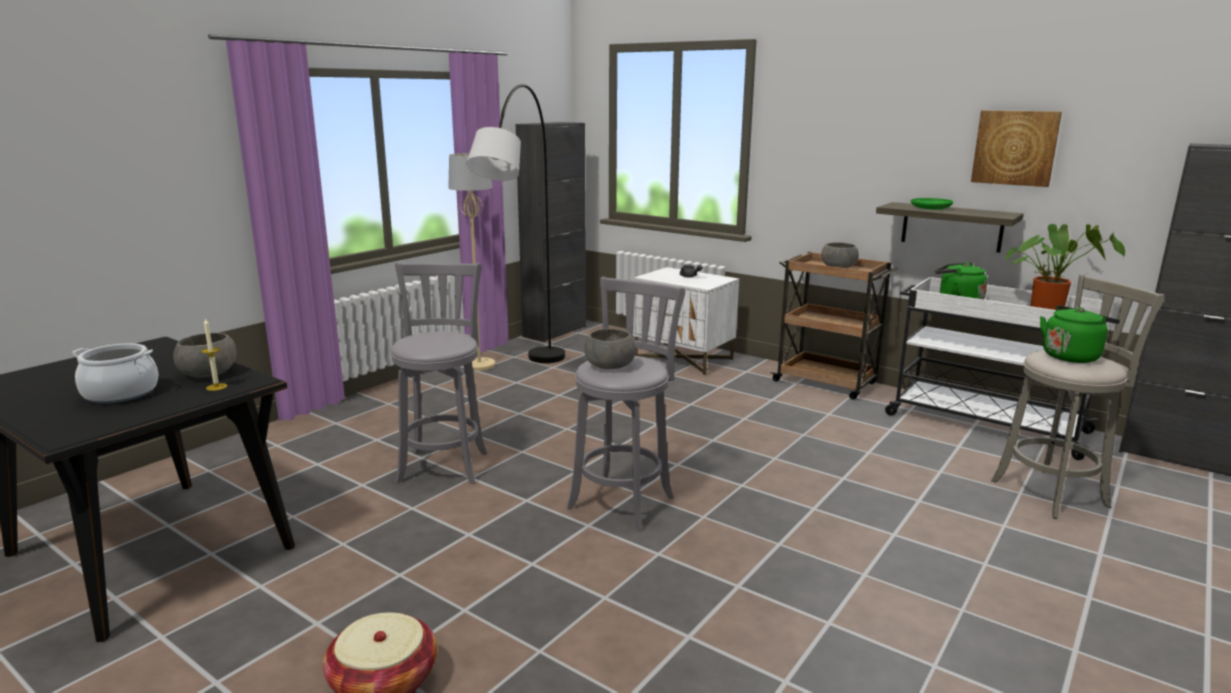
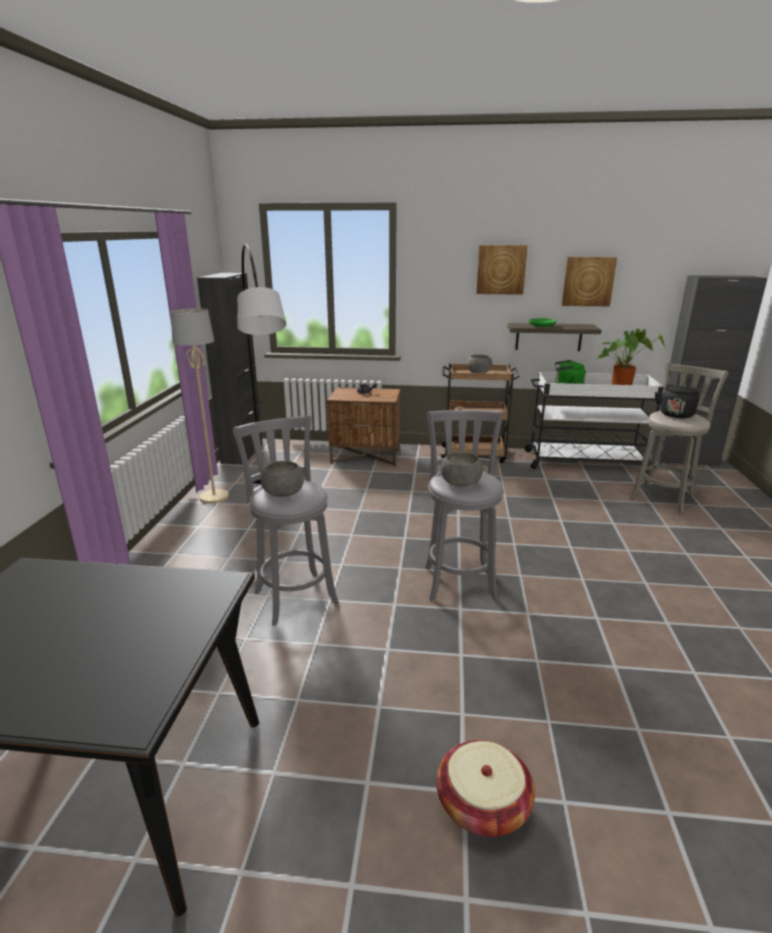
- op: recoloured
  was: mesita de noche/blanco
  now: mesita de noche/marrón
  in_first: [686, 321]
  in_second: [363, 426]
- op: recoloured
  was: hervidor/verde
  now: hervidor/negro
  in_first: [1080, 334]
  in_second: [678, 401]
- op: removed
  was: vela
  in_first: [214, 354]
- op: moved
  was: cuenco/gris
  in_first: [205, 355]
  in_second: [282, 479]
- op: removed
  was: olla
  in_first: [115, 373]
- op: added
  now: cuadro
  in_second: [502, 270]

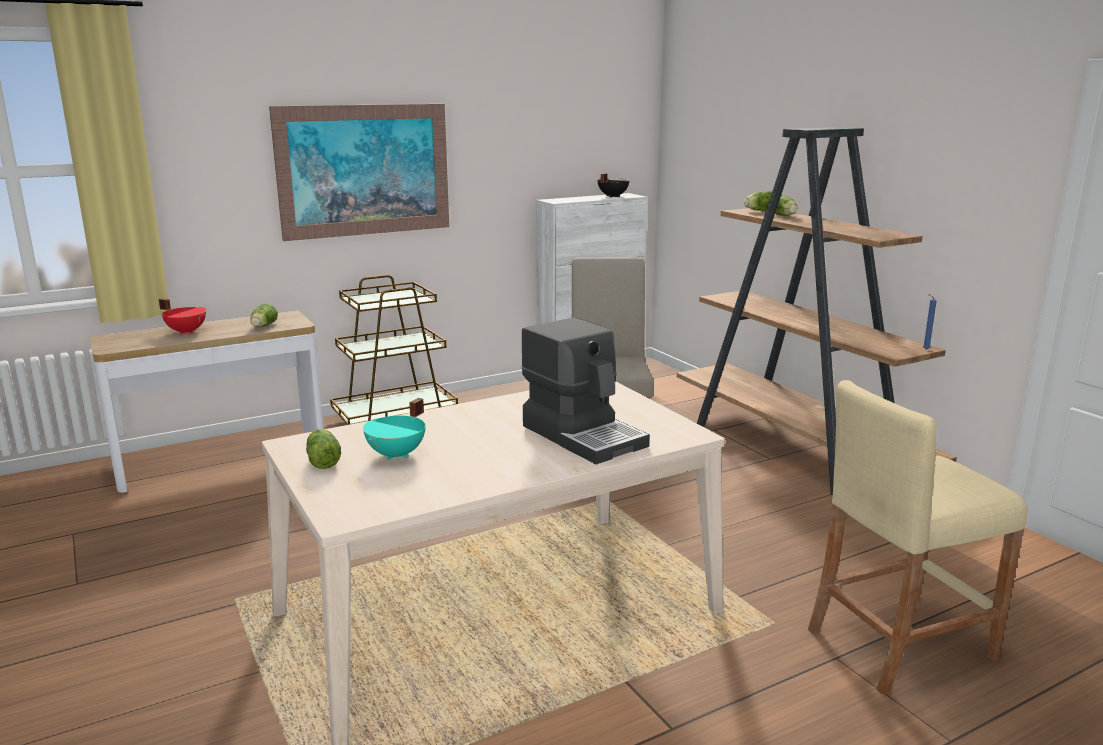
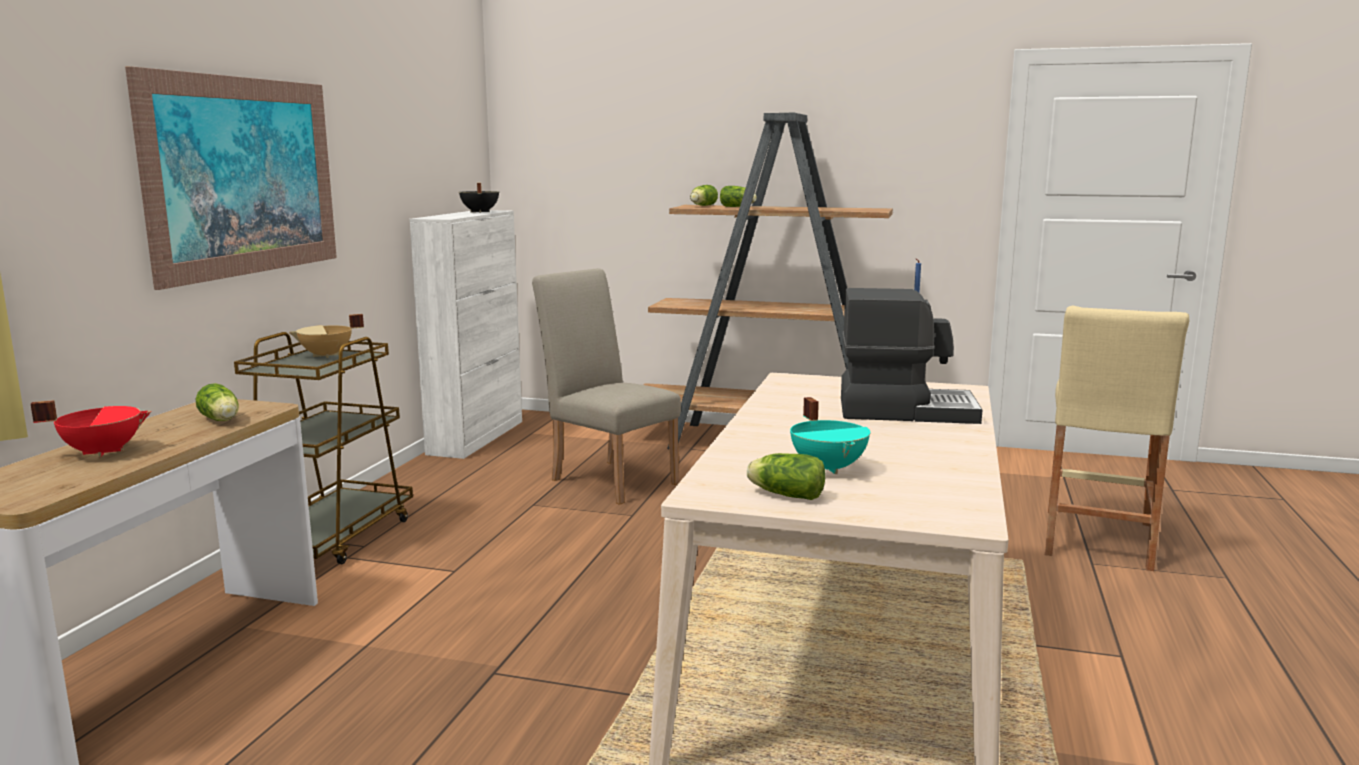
- op: added
  now: olla/beis
  in_second: [326, 336]

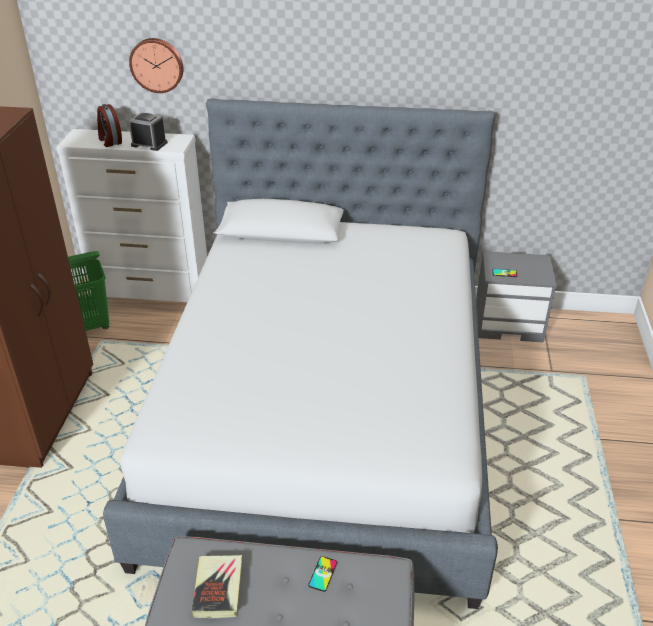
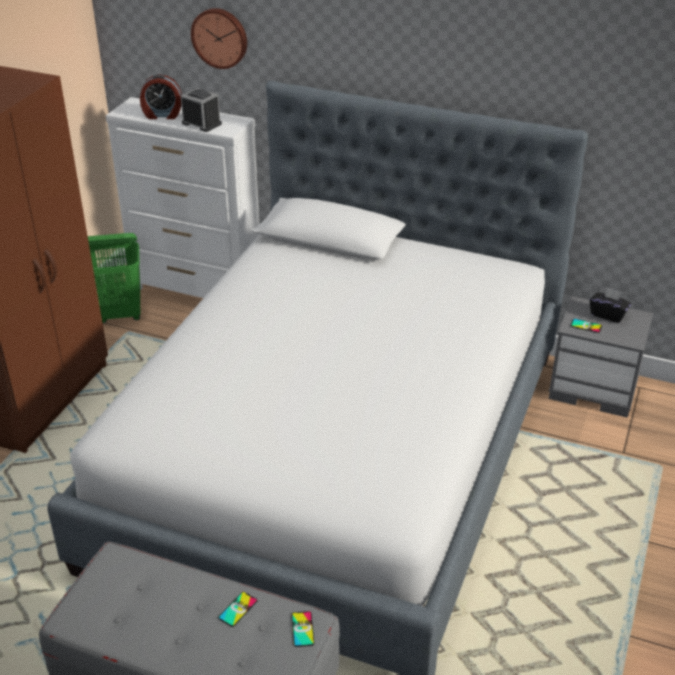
- op: turned
  was: despertador
  in_first: [109, 125]
  in_second: [161, 97]
  clockwise: -75
- op: removed
  was: libro
  in_first: [216, 586]
- op: added
  now: caja de pañuelos/negro
  in_second: [610, 305]
- op: added
  now: móvil
  in_second: [302, 629]

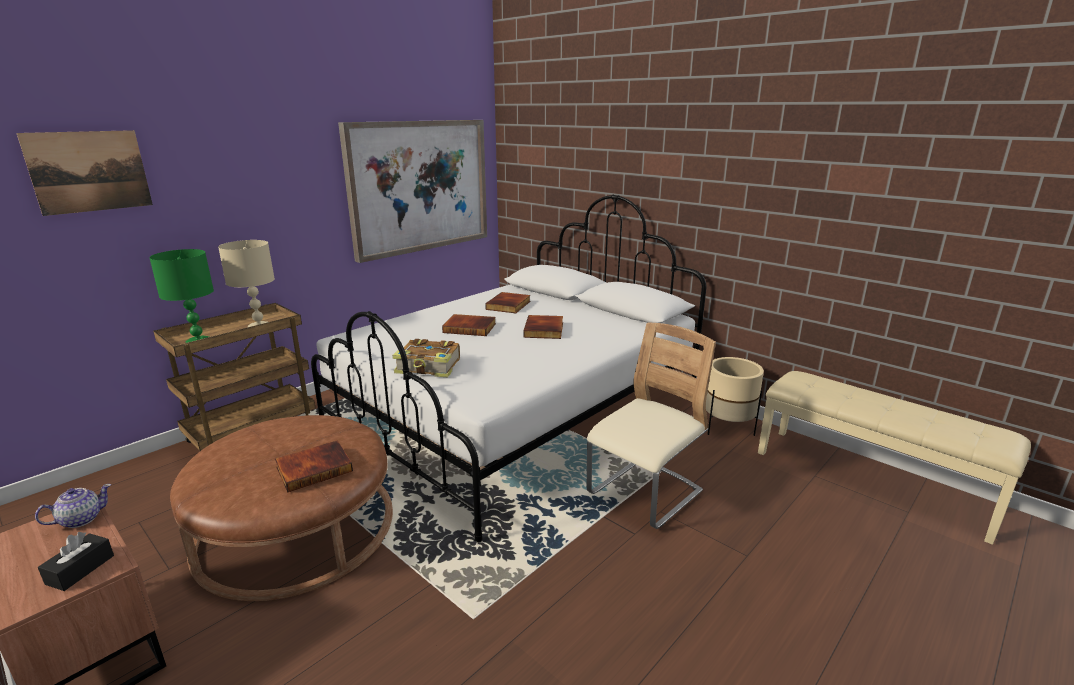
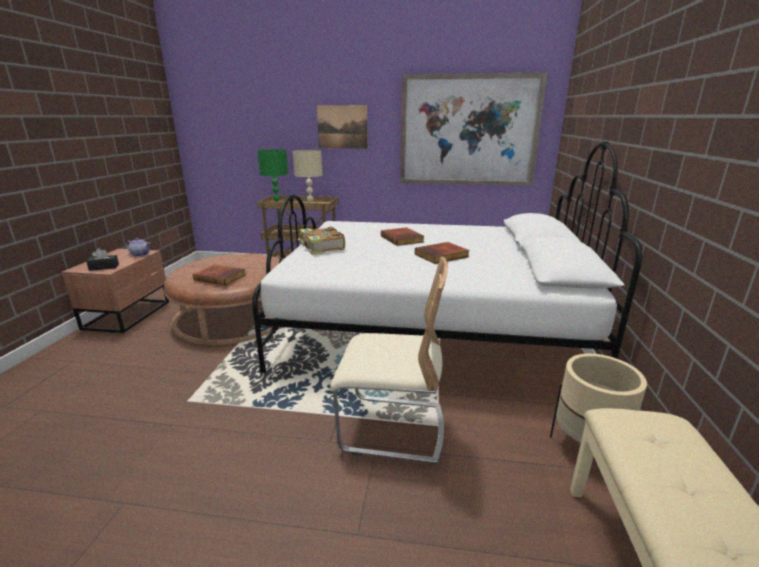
- op: moved
  was: cuadro
  in_first: [84, 173]
  in_second: [342, 127]
- op: removed
  was: libro
  in_first: [508, 302]

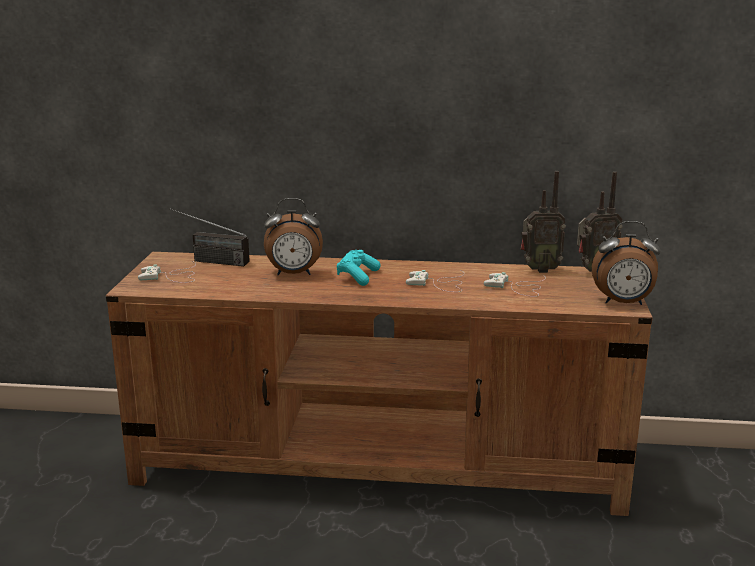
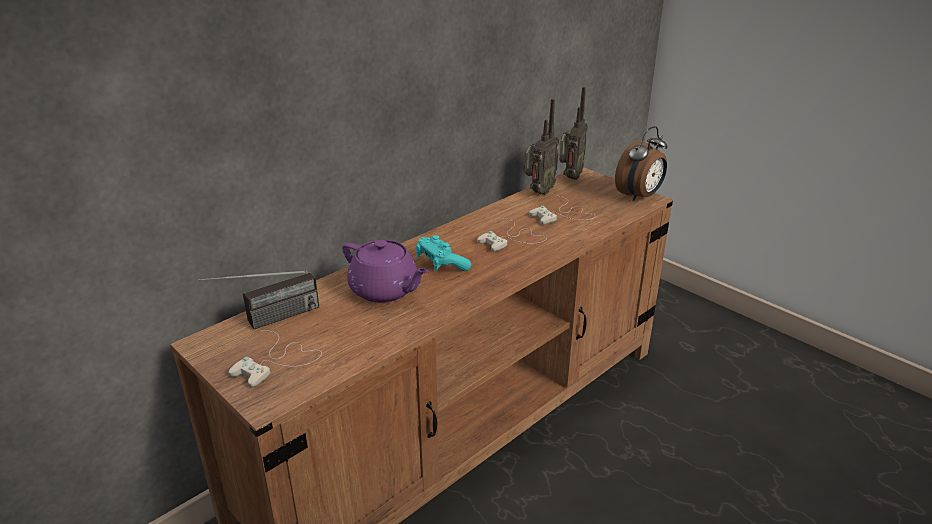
- op: replaced
  was: despertador
  now: tetera/morado
  in_first: [293, 236]
  in_second: [385, 271]

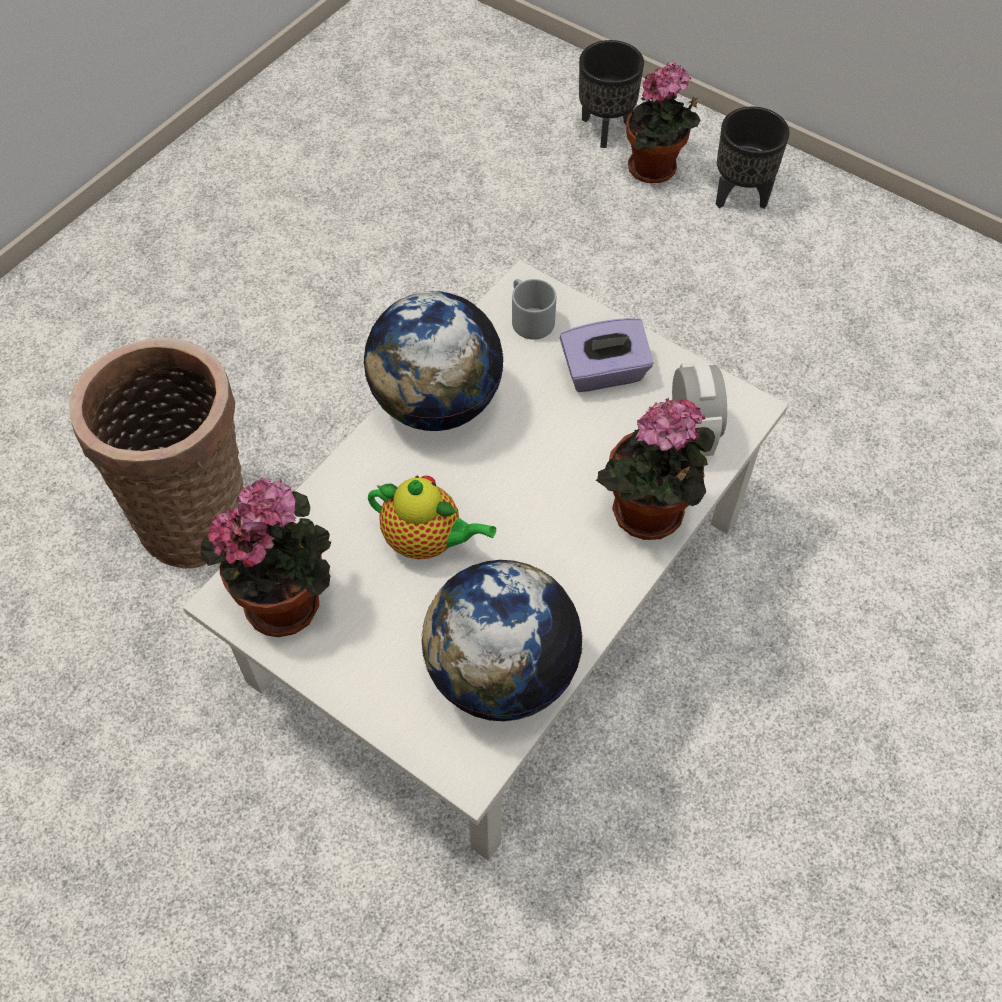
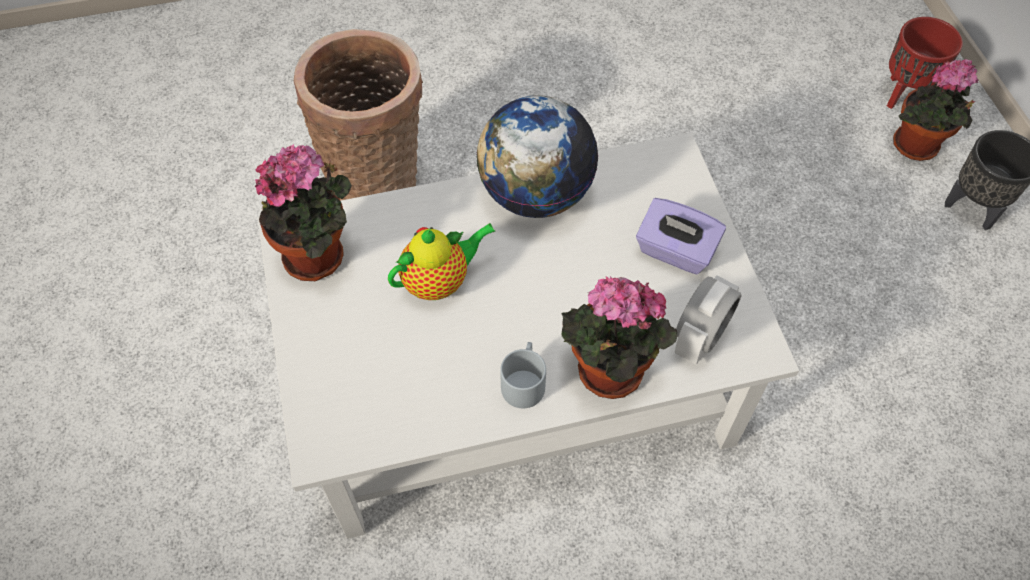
- op: recoloured
  was: maceta/negro
  now: maceta/rojo
  in_first: [611, 94]
  in_second: [925, 63]
- op: moved
  was: taza grande/gris
  in_first: [534, 309]
  in_second: [523, 375]
- op: turned
  was: tetera
  in_first: [432, 517]
  in_second: [441, 261]
  clockwise: -90
- op: removed
  was: globo terráqueo
  in_first: [502, 640]

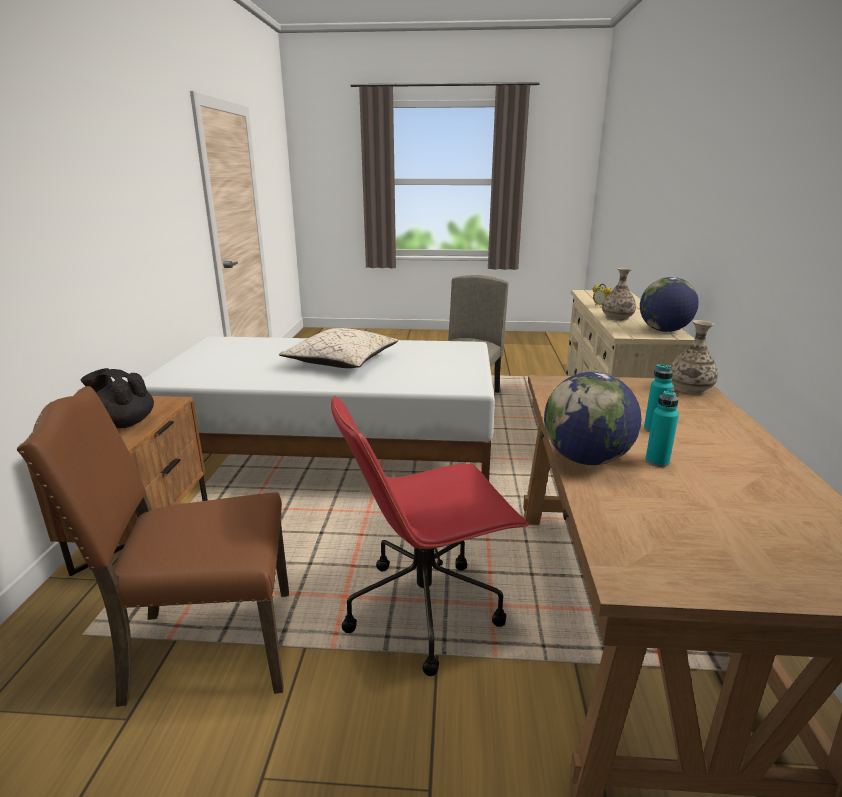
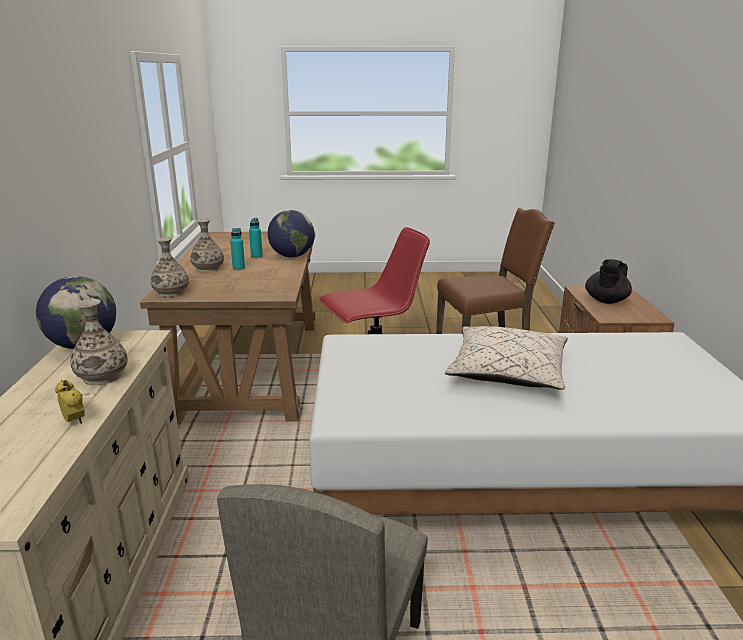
- op: turned
  was: tetera/negro
  in_first: [117, 398]
  in_second: [608, 281]
  clockwise: 105
- op: added
  now: florero
  in_second: [207, 245]

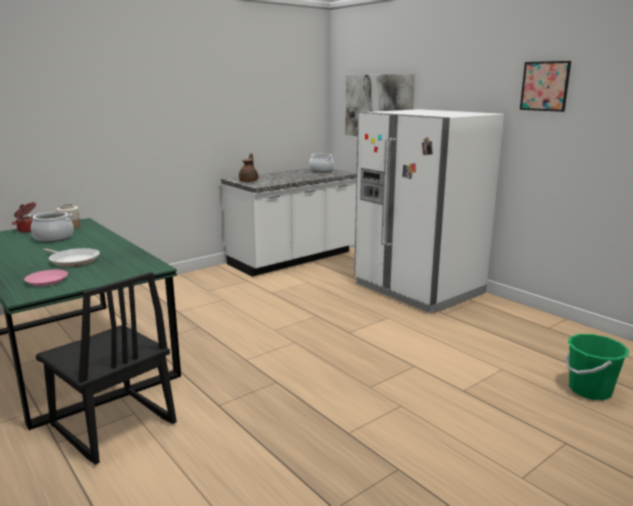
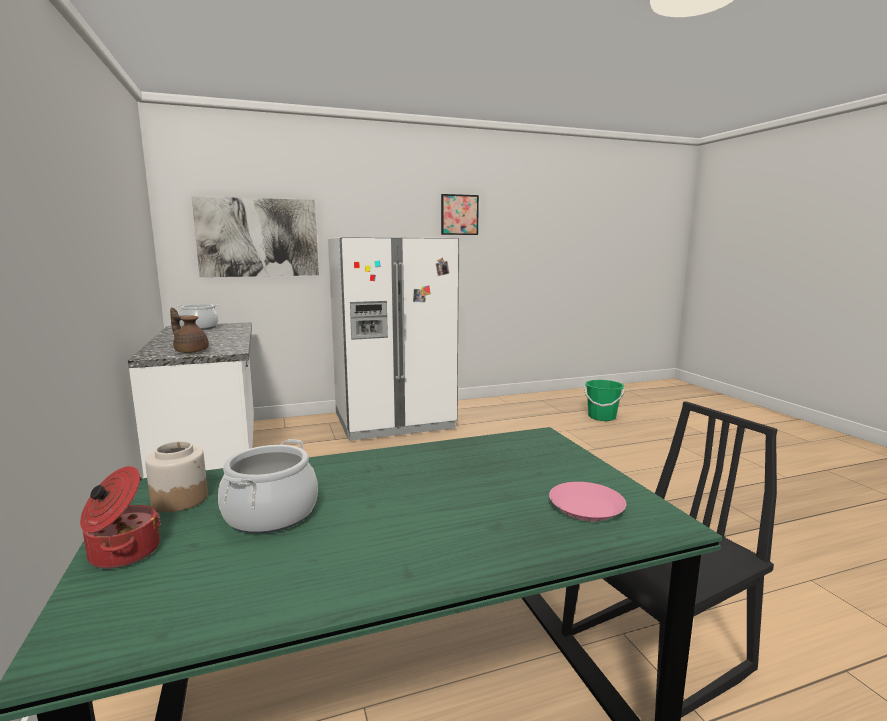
- op: removed
  was: sartén
  in_first: [71, 257]

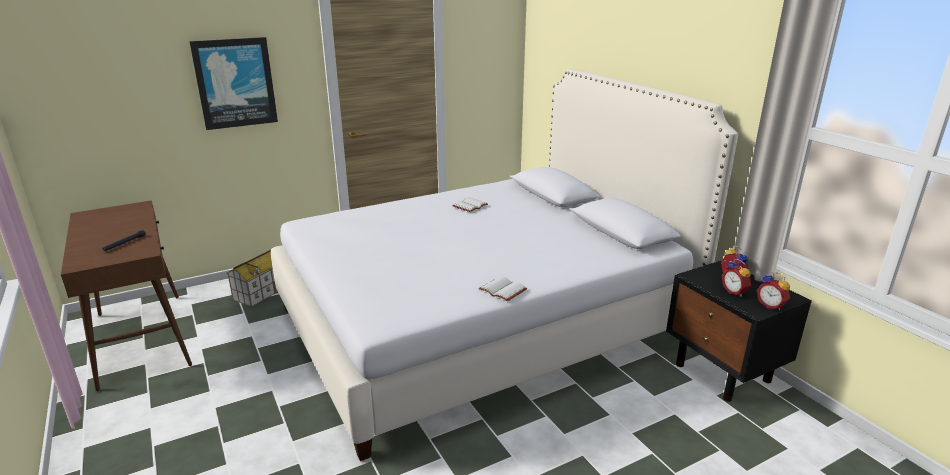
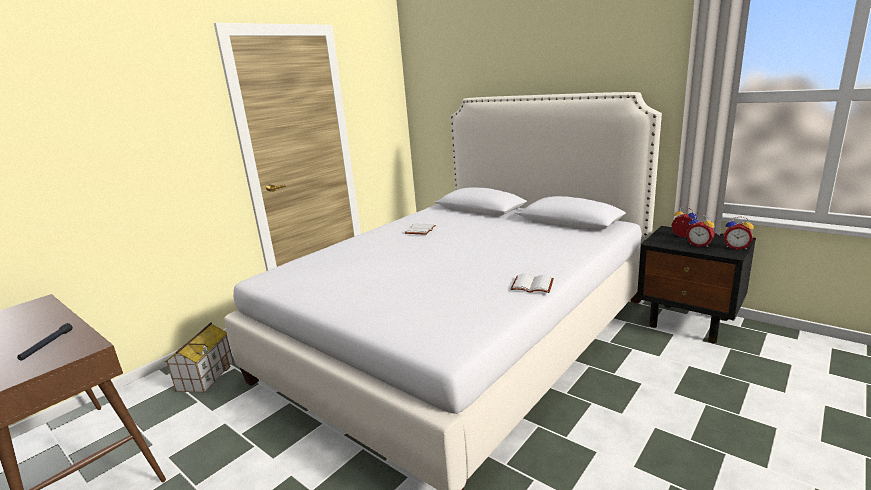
- op: removed
  was: cuadro
  in_first: [233, 83]

